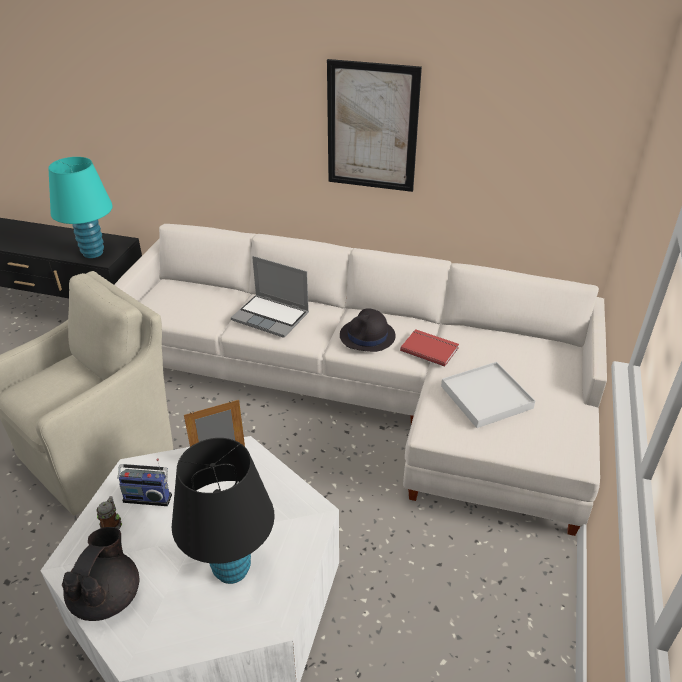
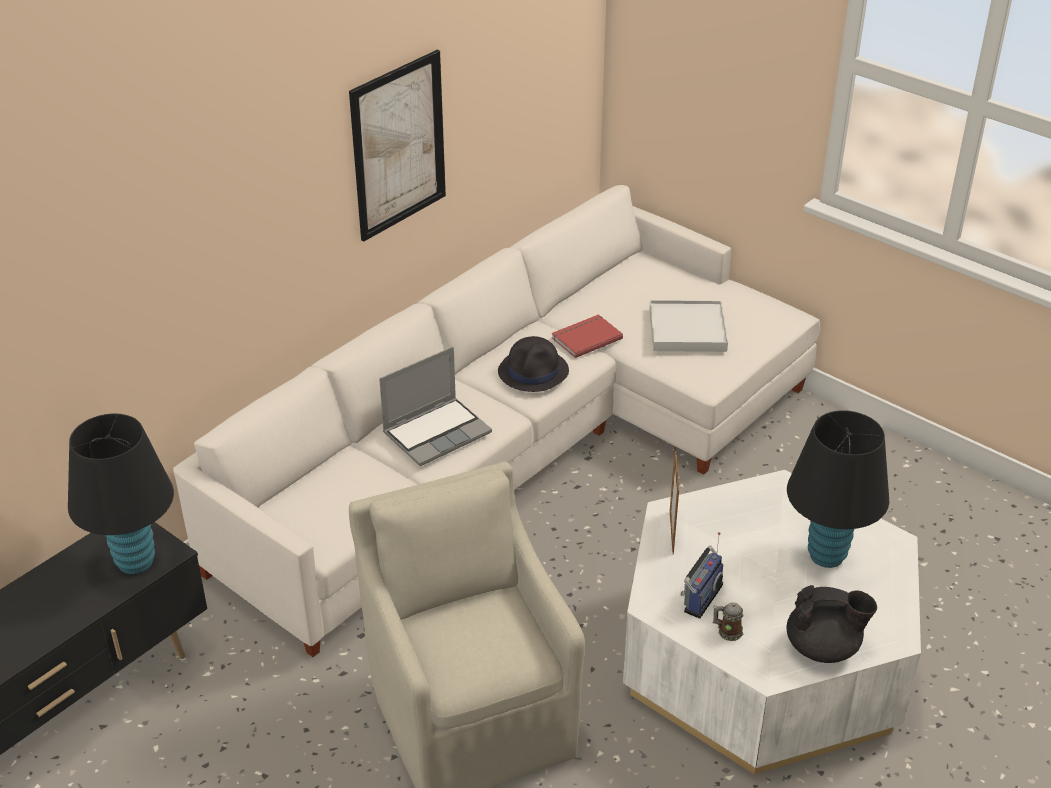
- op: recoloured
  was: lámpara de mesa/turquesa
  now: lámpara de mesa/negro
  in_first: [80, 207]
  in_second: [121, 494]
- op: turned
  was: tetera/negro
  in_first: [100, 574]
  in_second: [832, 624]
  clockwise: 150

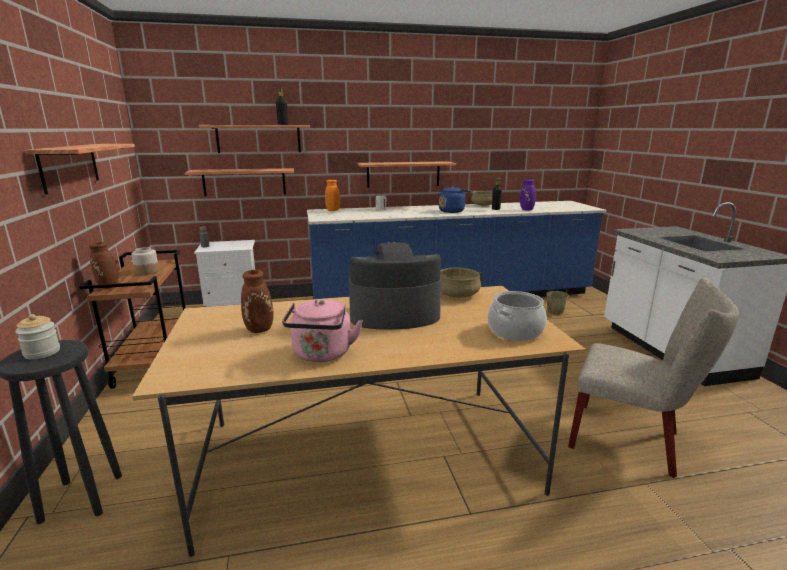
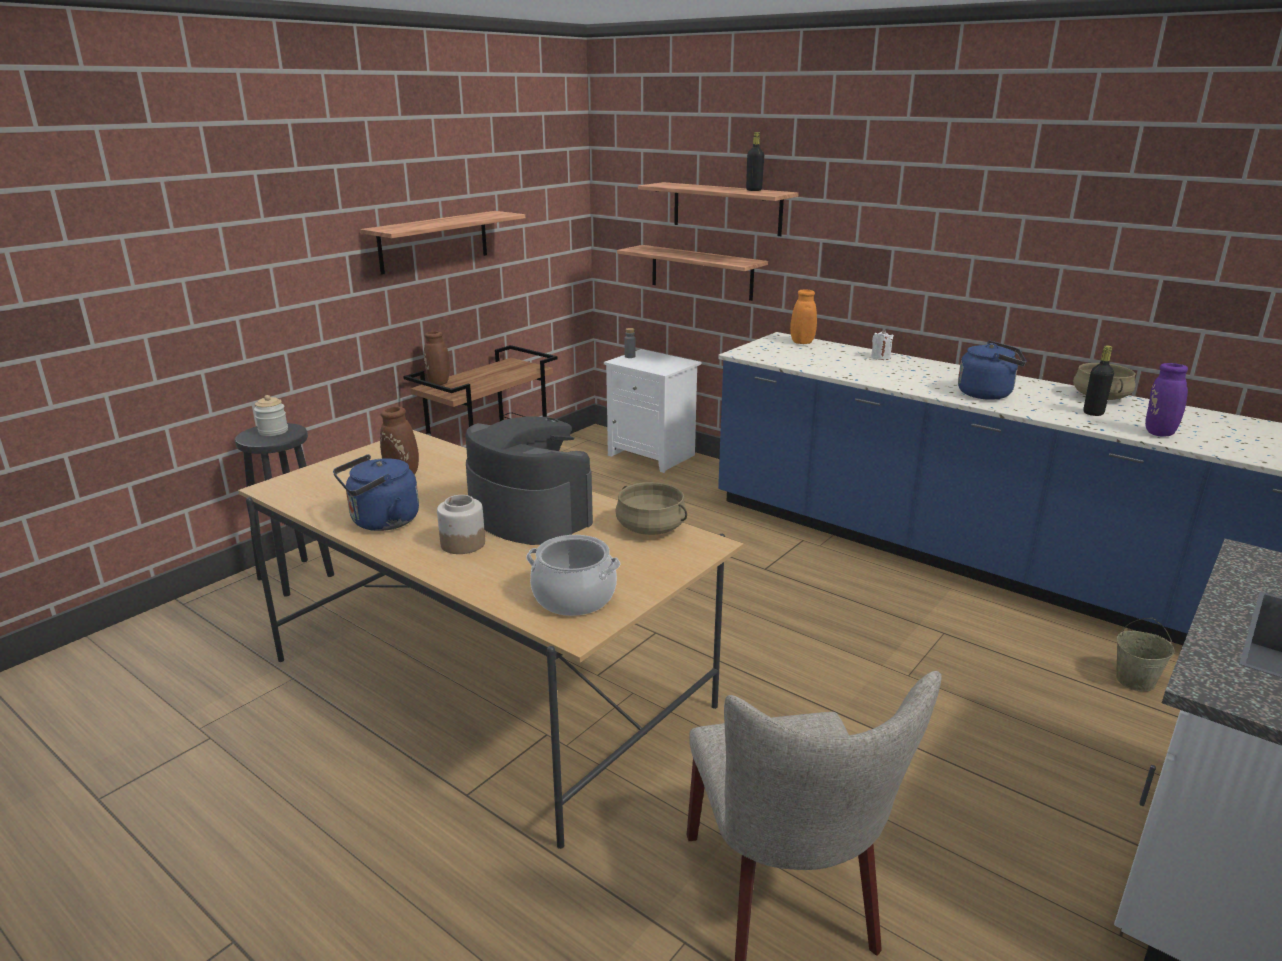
- op: removed
  was: estante
  in_first: [407, 174]
- op: moved
  was: tarro
  in_first: [145, 261]
  in_second: [461, 524]
- op: recoloured
  was: hervidor/rosa
  now: hervidor/azul
  in_first: [322, 330]
  in_second: [376, 492]

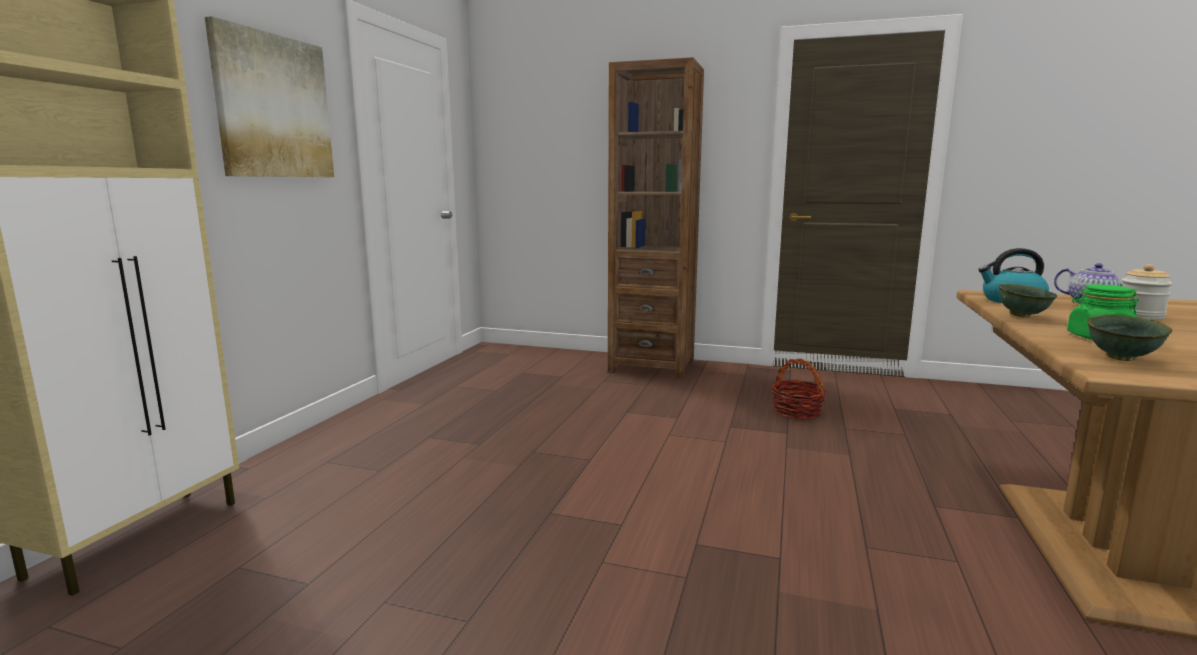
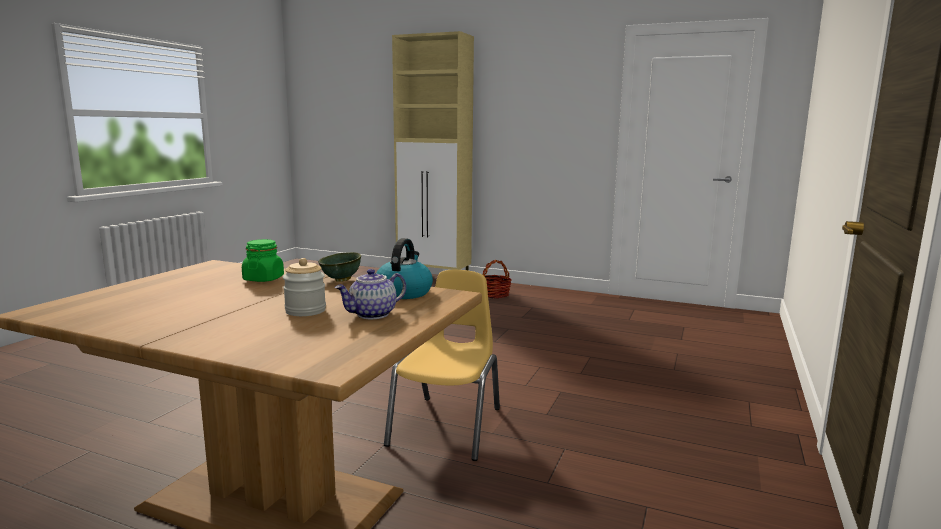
- op: removed
  was: cuadro
  in_first: [269, 96]
- op: removed
  was: estantería/marrón
  in_first: [656, 218]
- op: removed
  was: cuenco/verde
  in_first: [1129, 338]
- op: moved
  was: cesta
  in_first: [799, 388]
  in_second: [497, 279]
- op: added
  now: silla/amarillo
  in_second: [442, 365]

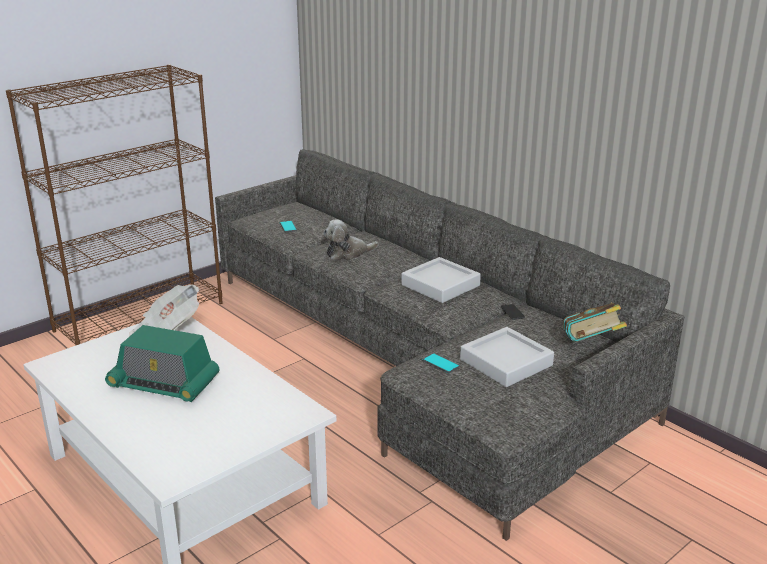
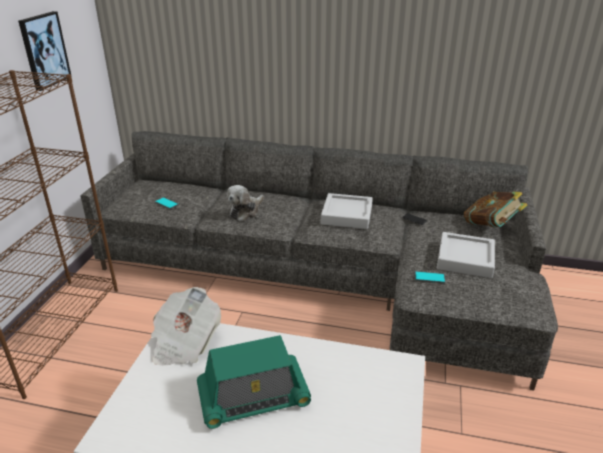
- op: added
  now: cuadro
  in_second: [45, 51]

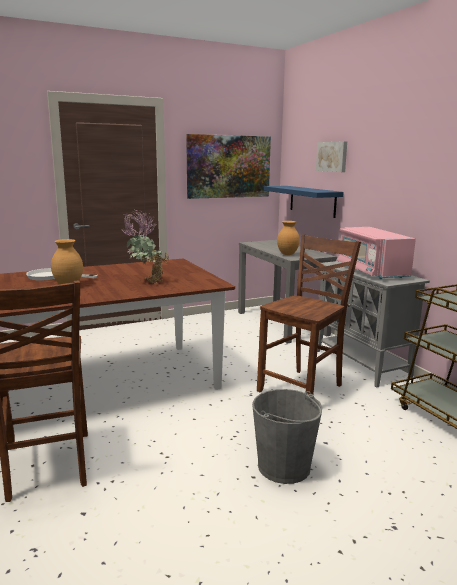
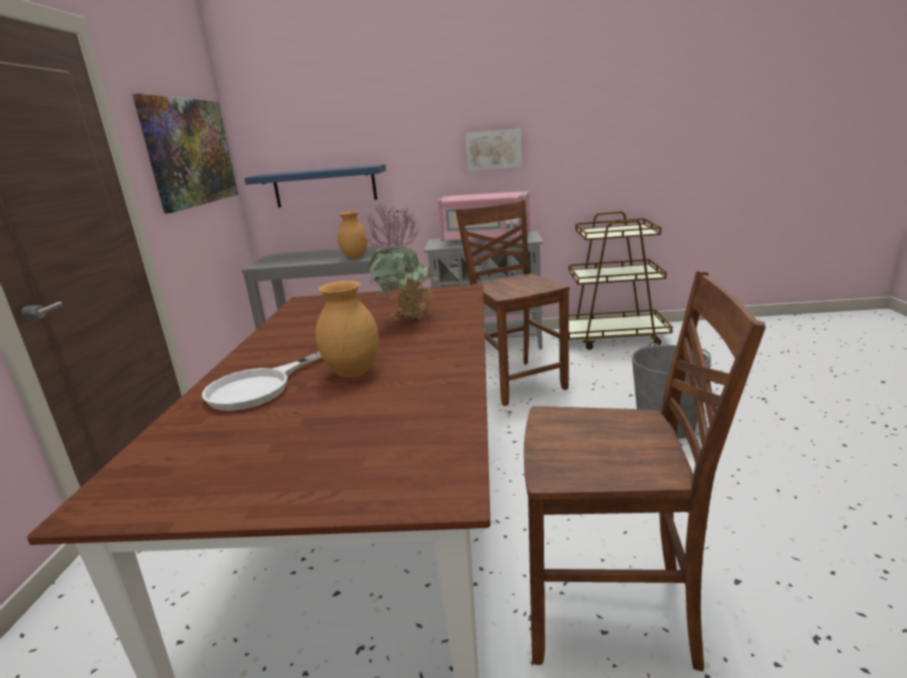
- op: moved
  was: cuadro
  in_first: [331, 156]
  in_second: [493, 149]

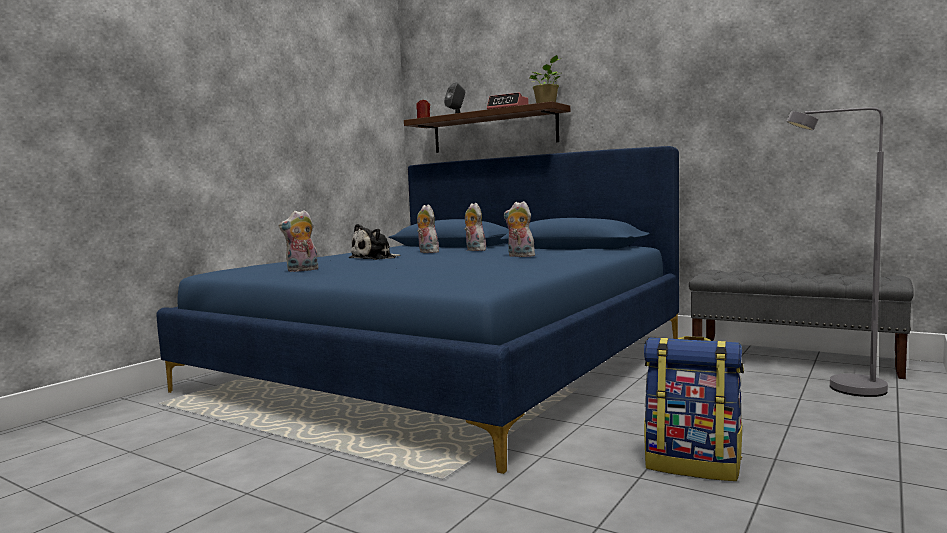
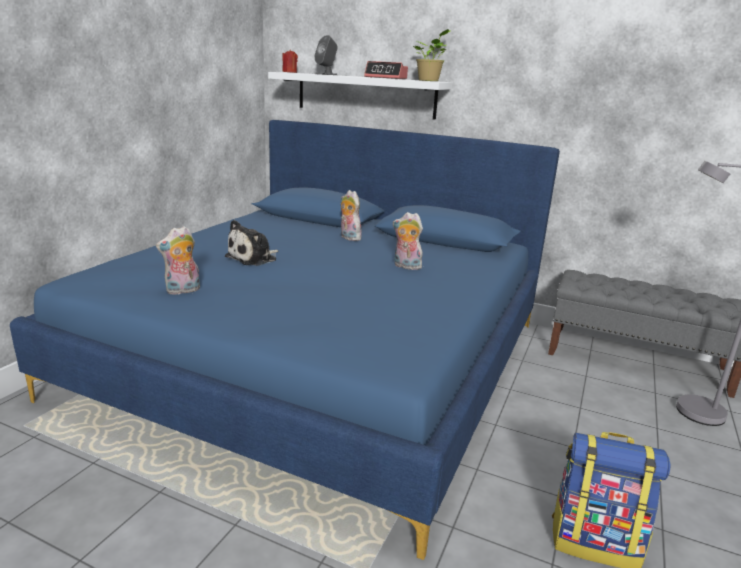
- op: recoloured
  was: estante/marrón
  now: estante/blanco
  in_first: [487, 127]
  in_second: [360, 96]
- op: removed
  was: peluche
  in_first: [428, 229]

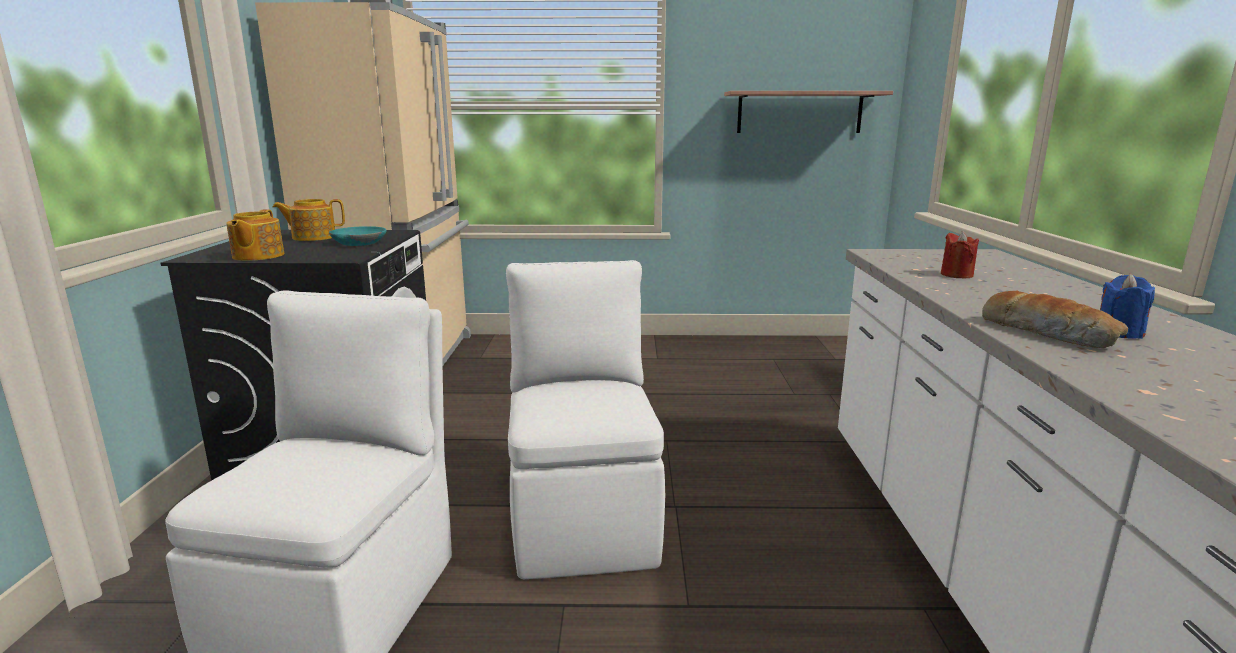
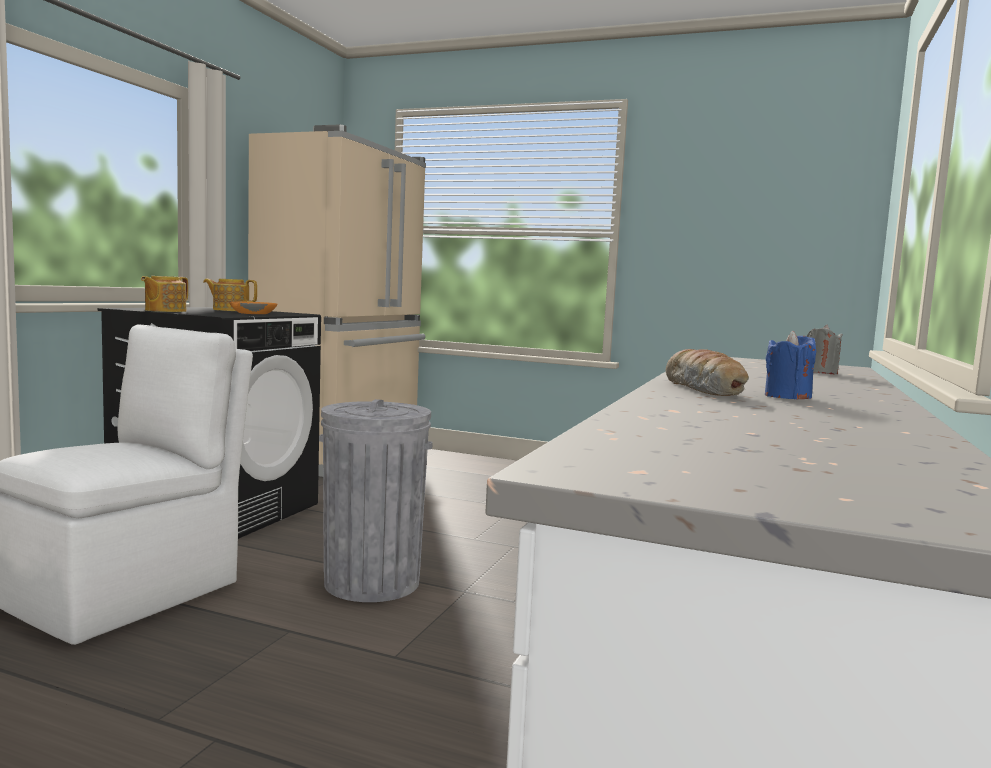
- op: removed
  was: estante
  in_first: [808, 112]
- op: recoloured
  was: cuenco/turquesa
  now: cuenco/naranja
  in_first: [358, 236]
  in_second: [253, 307]
- op: removed
  was: vela/rojo
  in_first: [960, 254]
- op: replaced
  was: silla/blanco
  now: papelera/gris
  in_first: [585, 419]
  in_second: [376, 500]
- op: added
  now: vela/gris
  in_second: [824, 349]

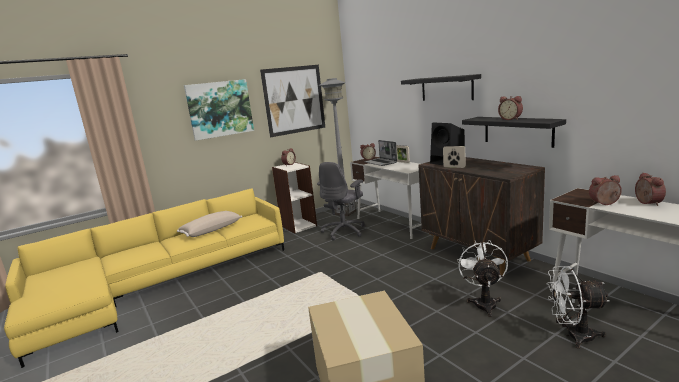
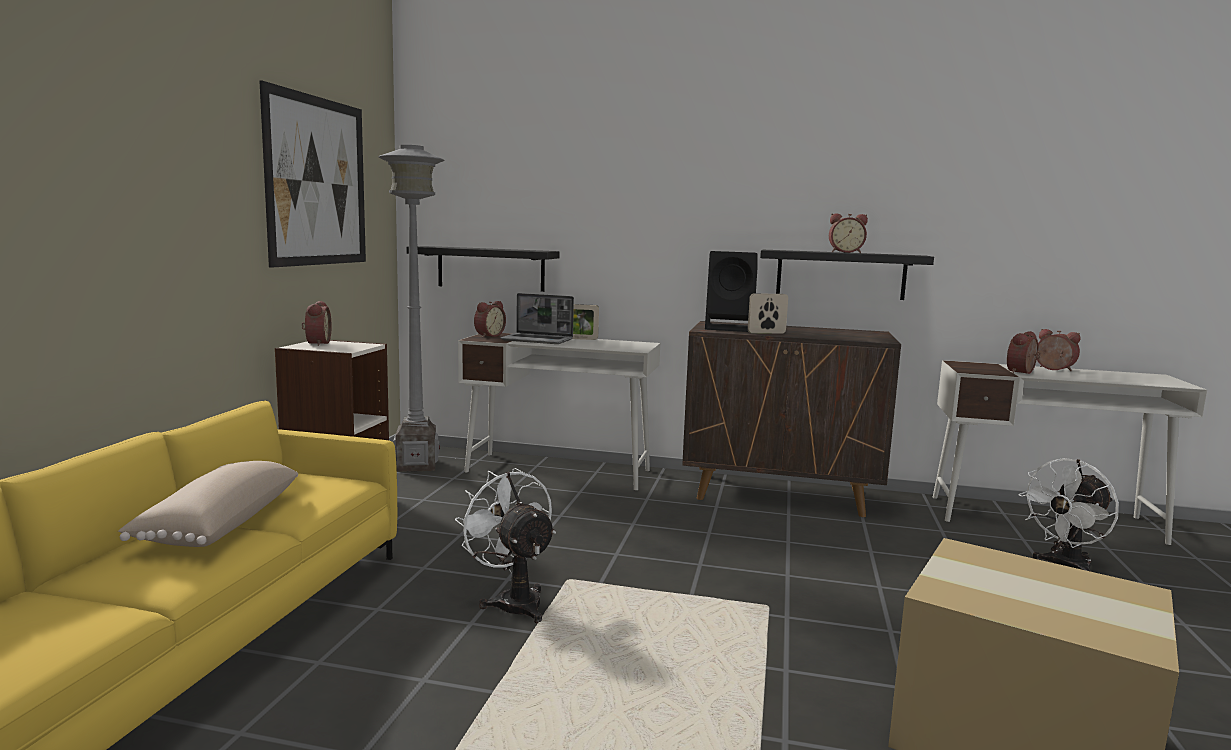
- op: moved
  was: estante/negro
  in_first: [441, 87]
  in_second: [483, 269]
- op: removed
  was: cuadro
  in_first: [219, 110]
- op: removed
  was: silla de oficina/gris
  in_first: [341, 201]
- op: moved
  was: ventilador/blanco
  in_first: [482, 278]
  in_second: [505, 546]

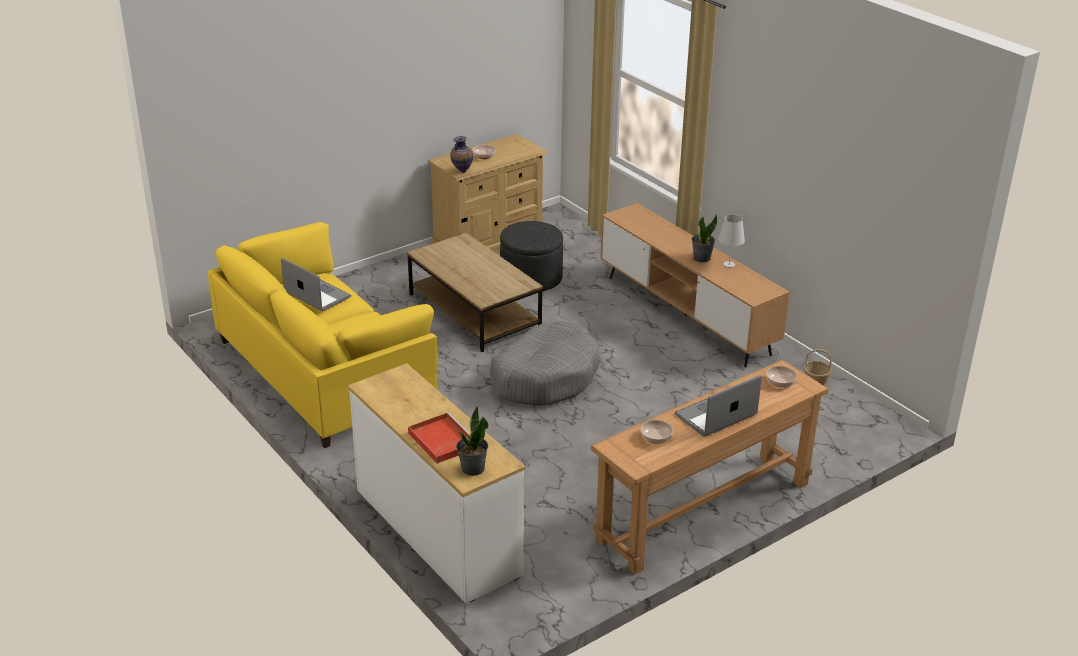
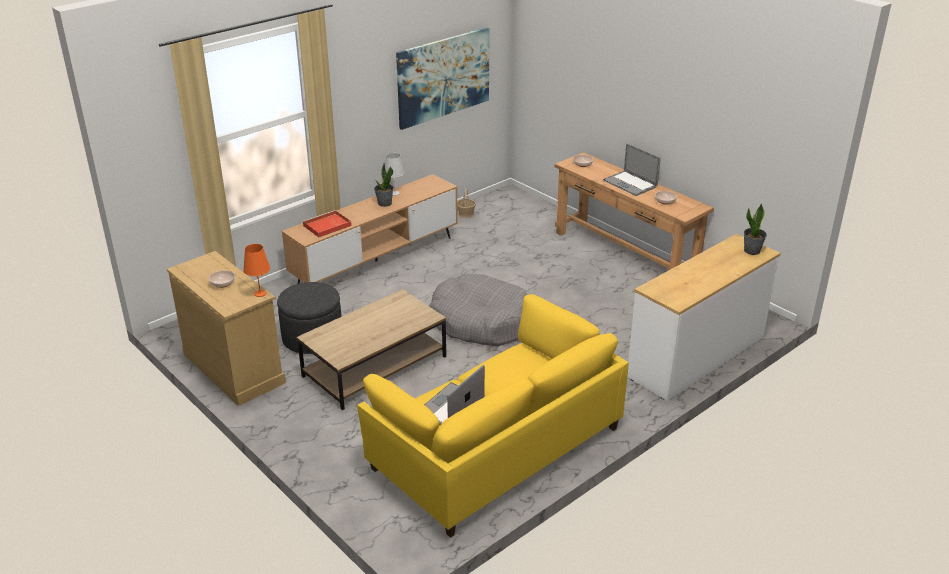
- op: replaced
  was: florero
  now: lámpara de mesa/naranja
  in_first: [461, 154]
  in_second: [256, 270]
- op: moved
  was: bandeja/rojo
  in_first: [439, 438]
  in_second: [327, 223]
- op: added
  now: cuadro
  in_second: [443, 78]

